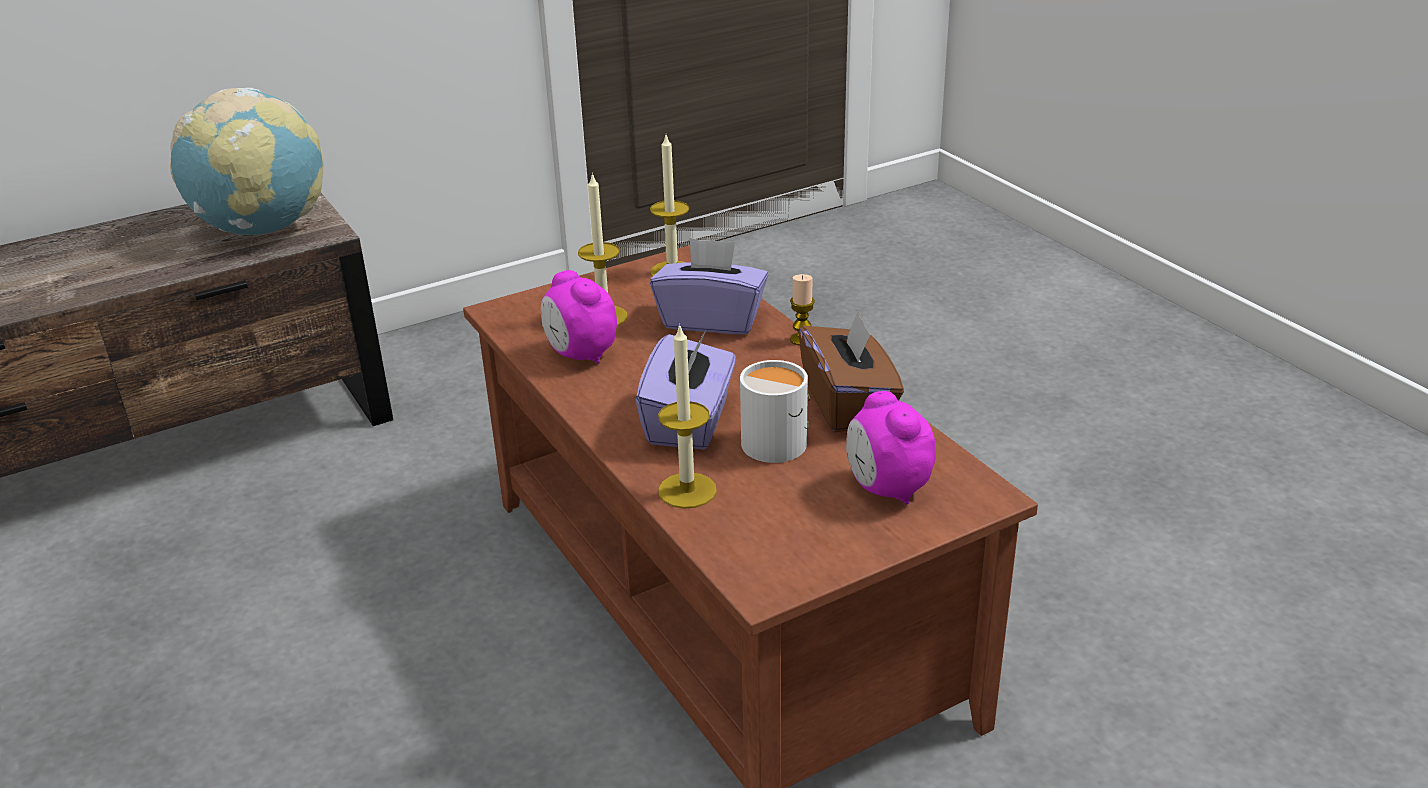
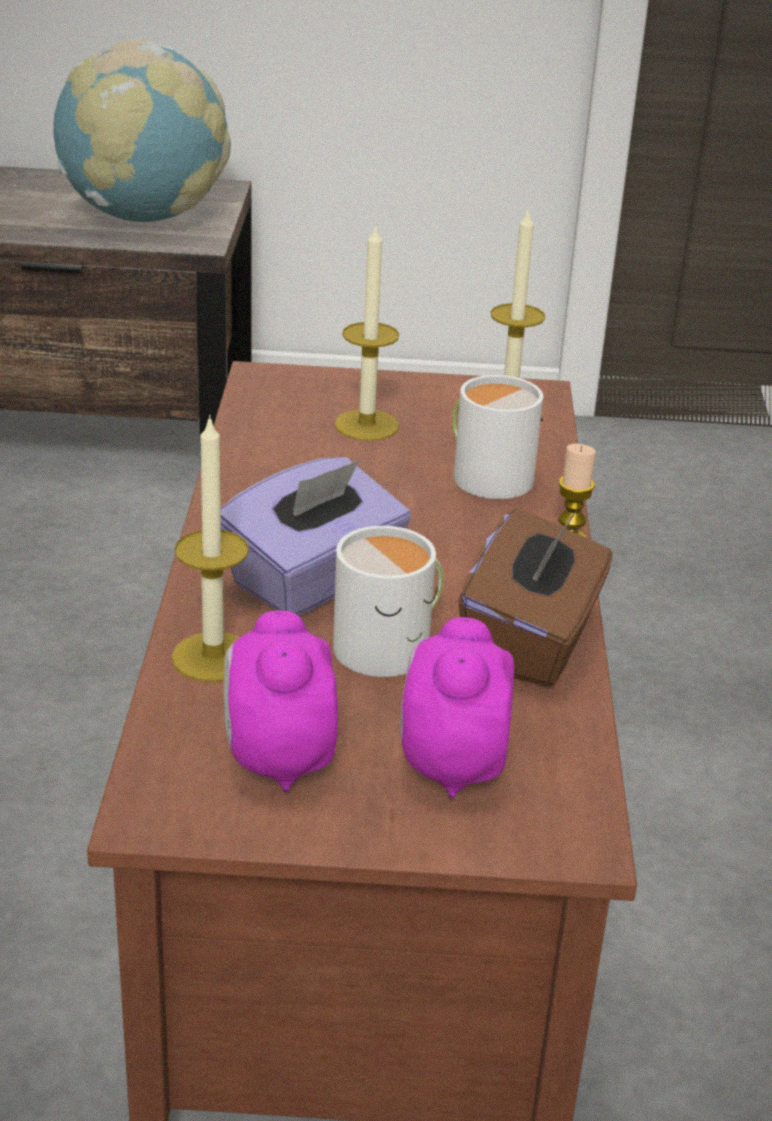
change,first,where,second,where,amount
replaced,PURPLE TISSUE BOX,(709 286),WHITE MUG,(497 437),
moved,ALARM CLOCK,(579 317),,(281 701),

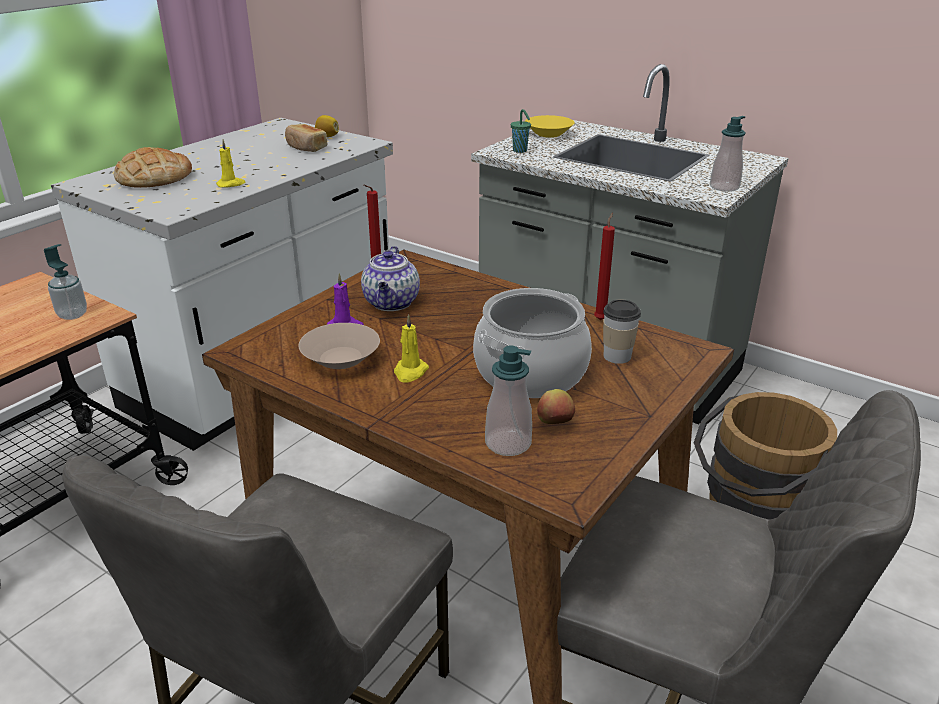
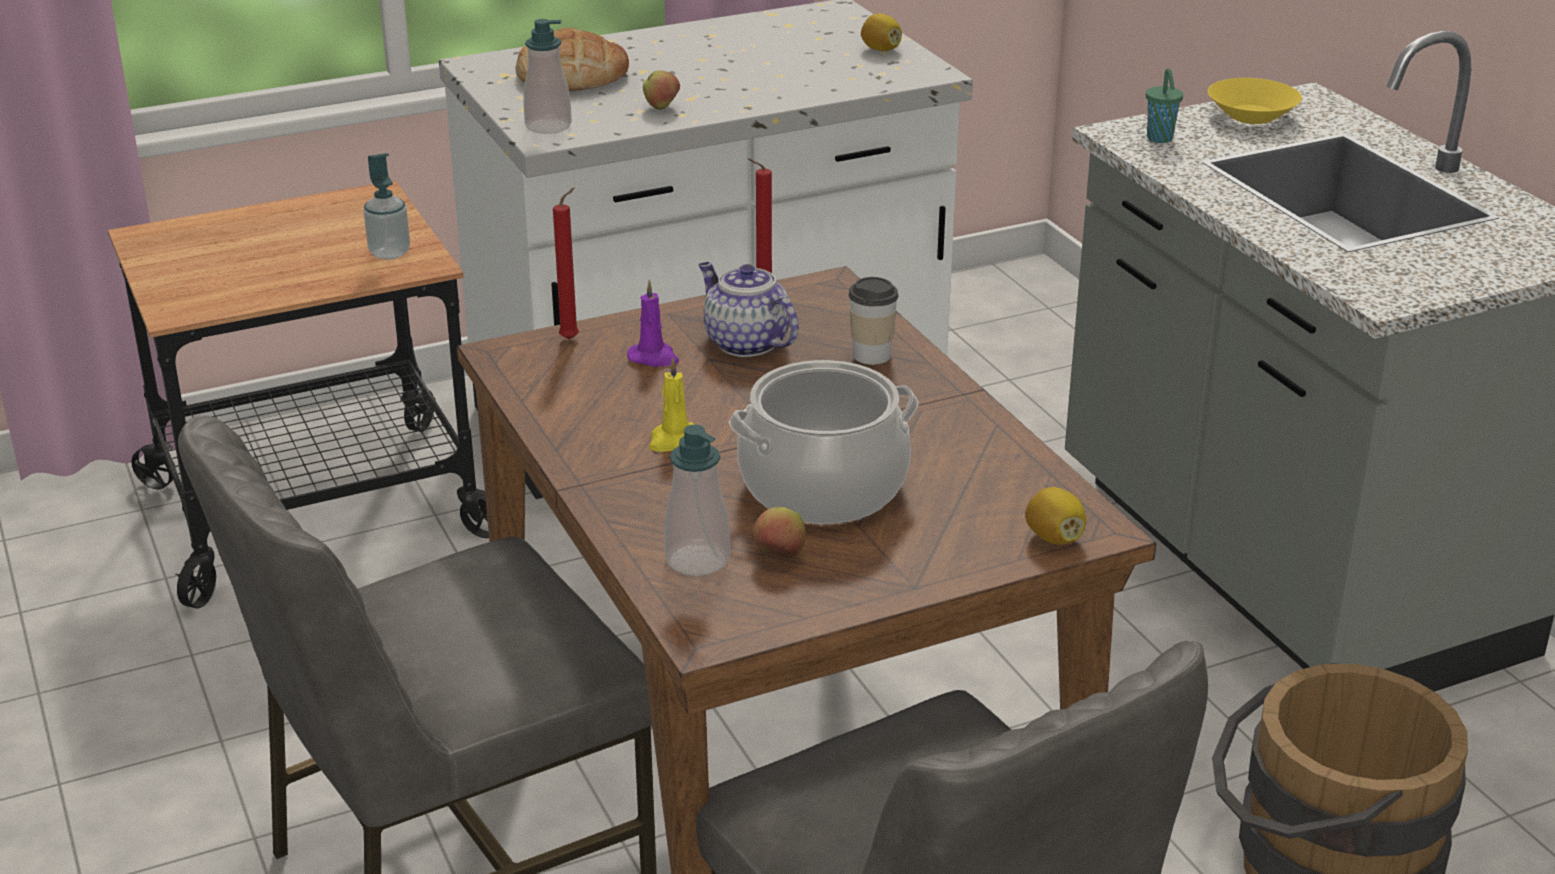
change,first,where,second,where,amount
moved,SOAP DISPENSER,(728 154),,(548 76),
removed,BREAD,(306 138),,,
replaced,YELLOW CANDLE,(230 163),APPLE,(661 90),
moved,RED CANDLE,(604 266),,(566 264),
turned,TEAPOT,(390 278),,(748 309),105 degrees clockwise
moved,CUP,(622 331),,(874 321),
removed,BEIGE BOWL,(339 346),,,
added,,,LEMON,(1056 516),

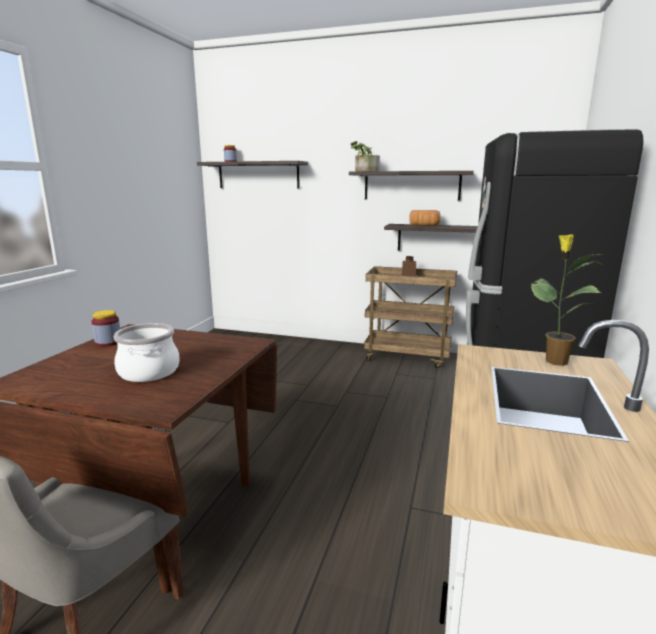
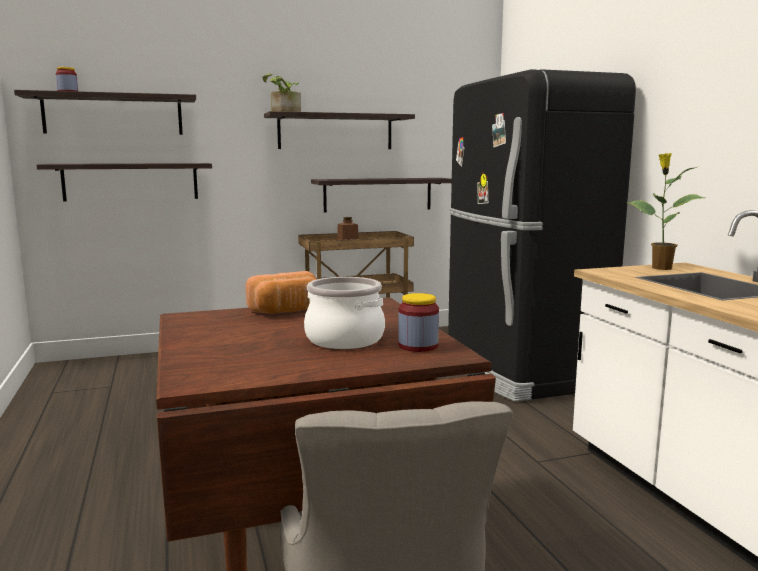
change,first,where,second,where,amount
moved,BREAD,(424 218),,(281 292),
moved,JAR,(106 328),,(418 322),
added,,,SHELF,(124 182),

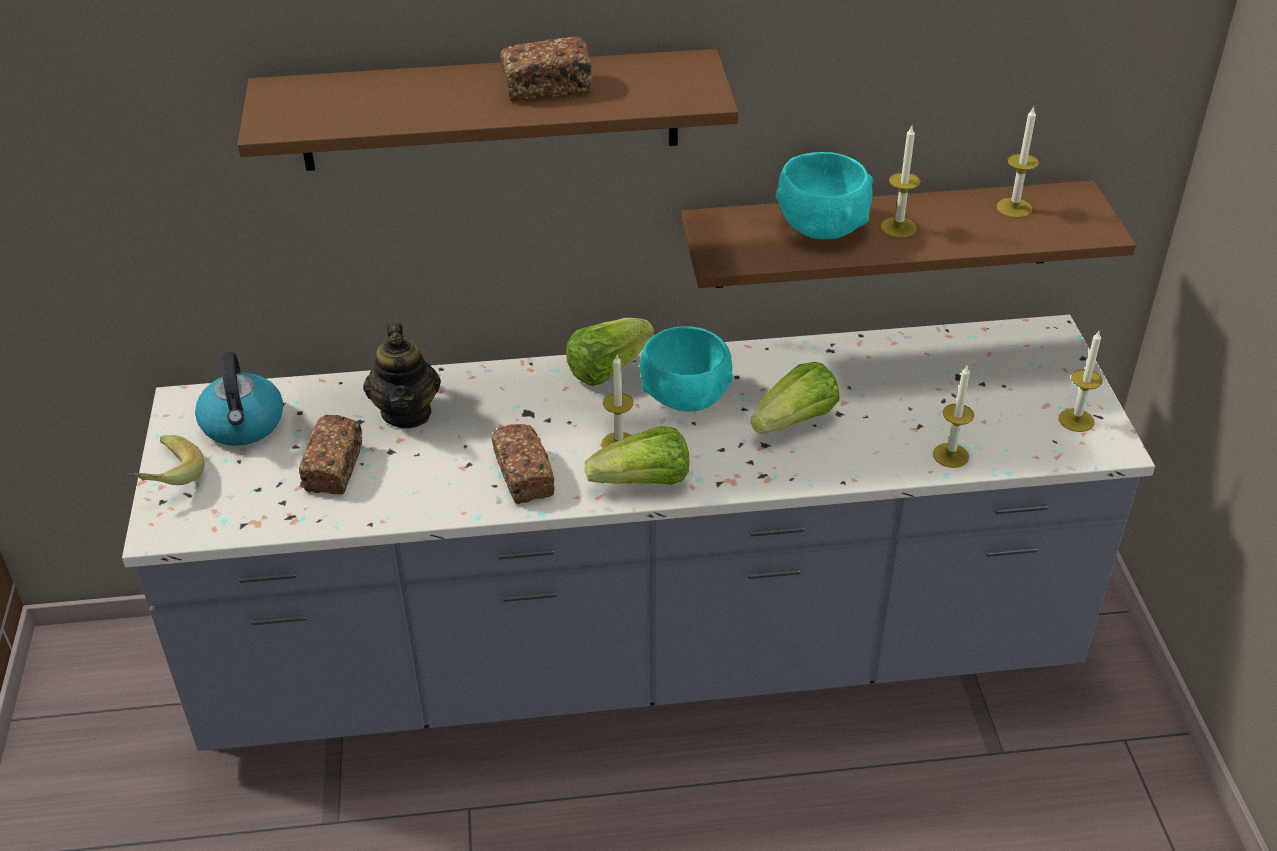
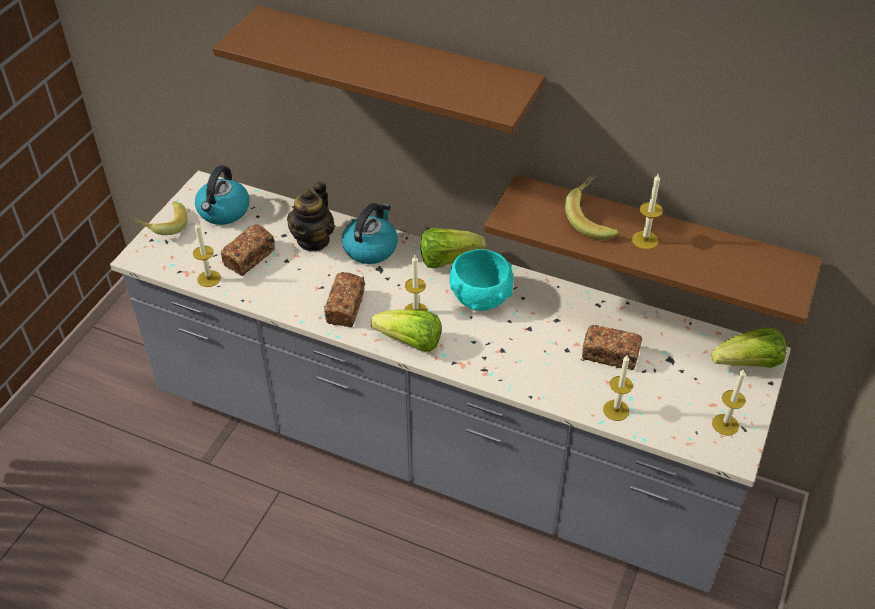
change,first,where,second,where,amount
moved,BREAD,(546 69),,(612 347),
moved,CANDLE,(1018 162),,(207 254),
replaced,TURQUOISE BOWL,(824 195),BANANA,(592 207),
moved,LETTUCE,(795 398),,(749 347),
added,,,KETTLE,(370 233),

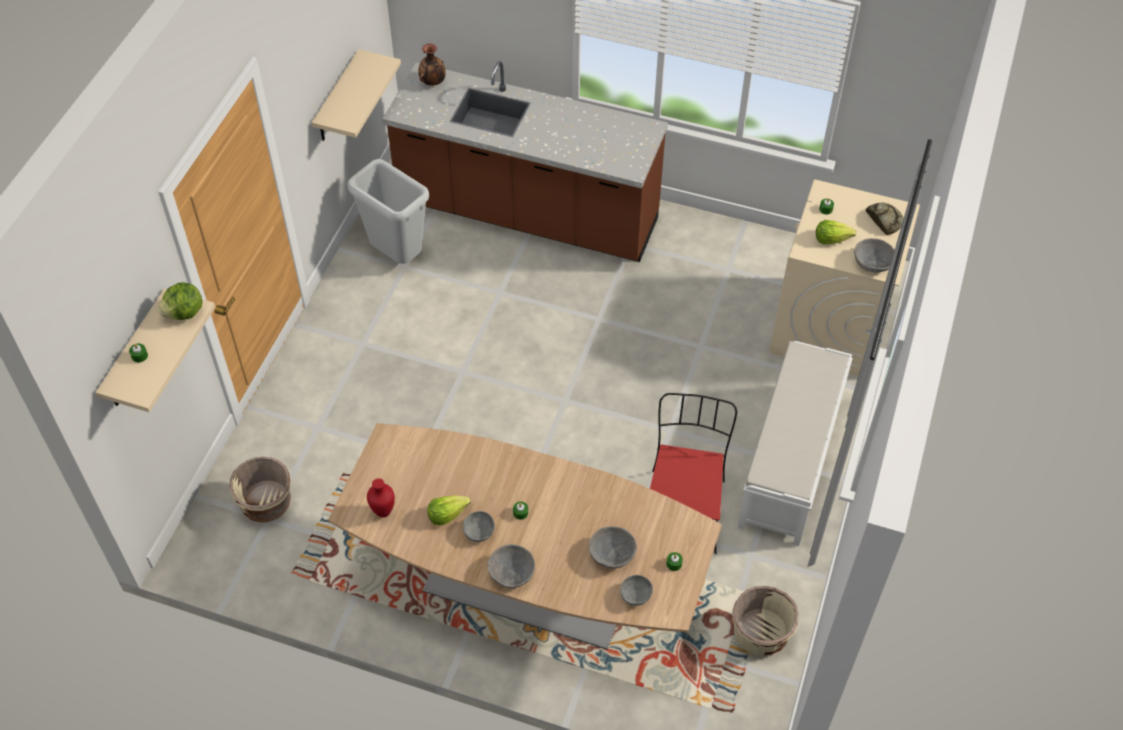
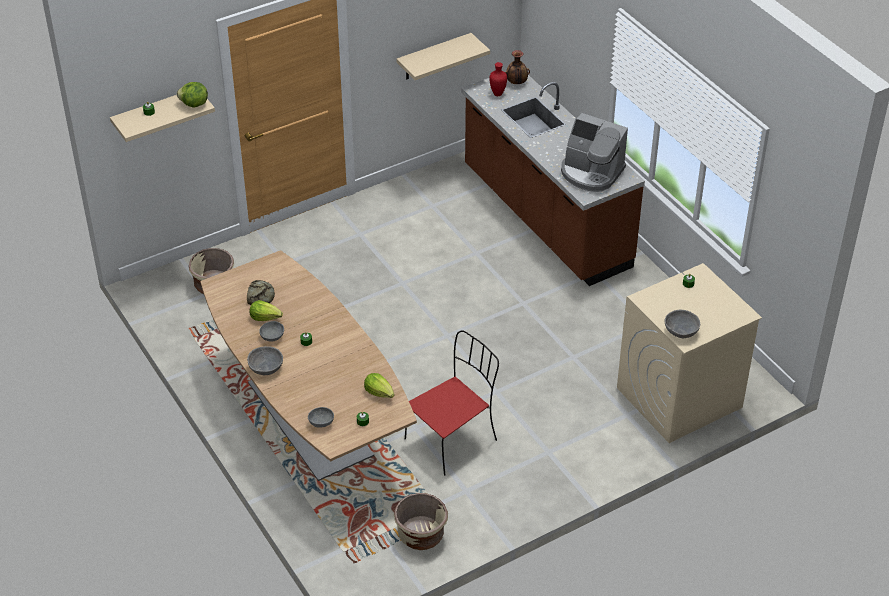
change,first,where,second,where,amount
removed,GREY TRASH CAN,(388 211),,,
moved,BREAD,(885 219),,(261 292),
moved,LETTUCE,(836 232),,(379 385),
removed,WHITE BENCH,(795 443),,,
moved,RED VASE,(381 498),,(498 79),
removed,GREY BOWL,(613 547),,,
added,,,COFFEE MACHINE,(594 152),

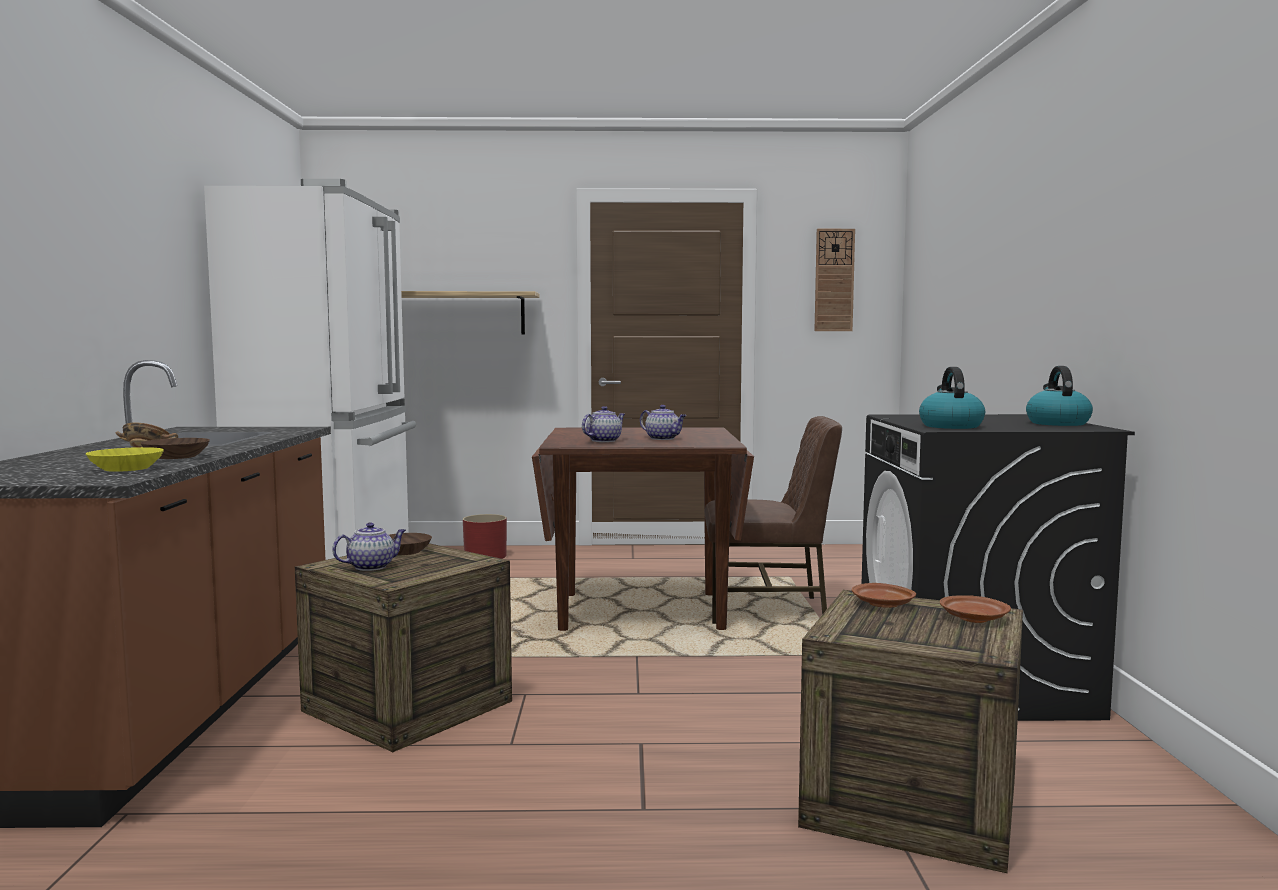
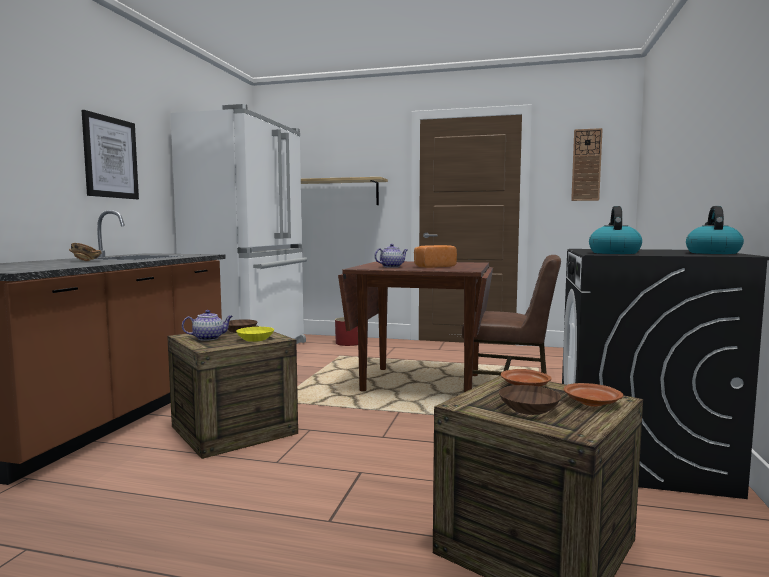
change,first,where,second,where,amount
replaced,TEAPOT,(663 422),BREAD,(435 256),
moved,BROWN BOWL,(175 448),,(530 400),
moved,YELLOW BOWL,(125 459),,(255 334),
added,,,PICTURE,(110 154),

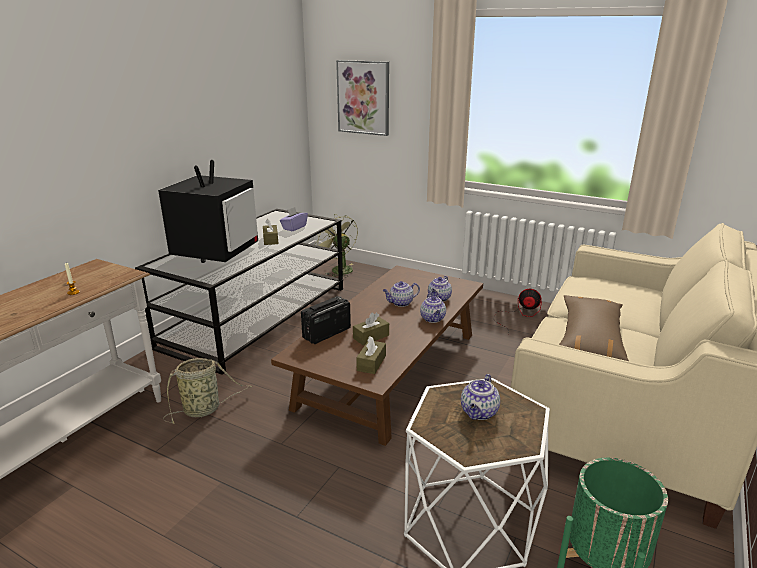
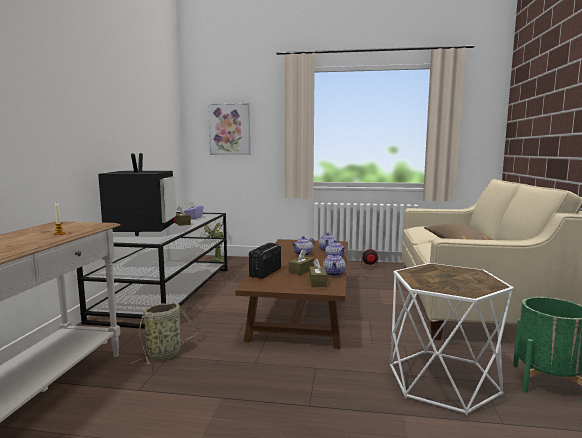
change,first,where,second,where,amount
moved,TEAPOT,(480 397),,(334 264),

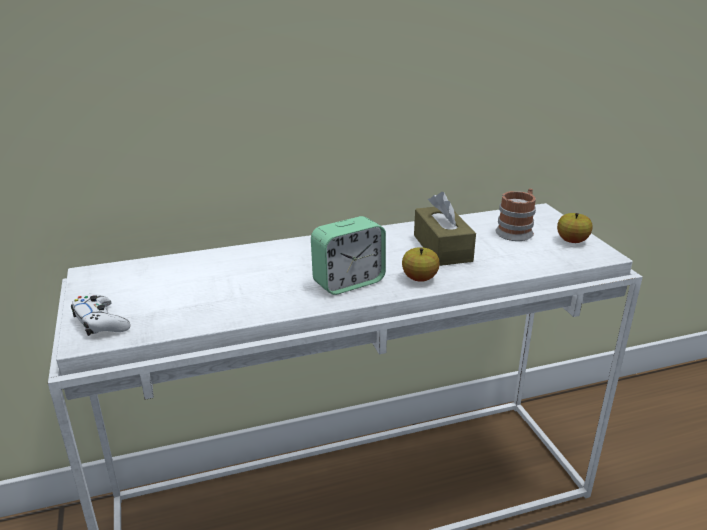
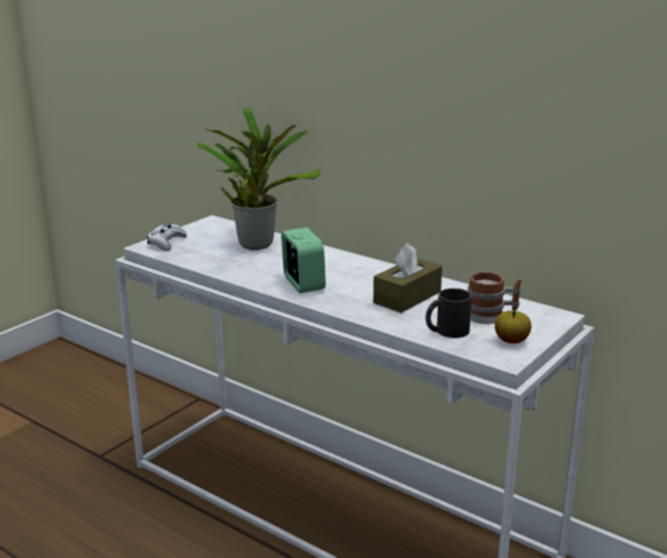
change,first,where,second,where,amount
turned,ALARM CLOCK,(348 255),,(303 260),135 degrees counterclockwise
removed,APPLE,(421 264),,,
added,,,POTTED PLANT,(258 178),
added,,,BLACK MUG,(449 313),

